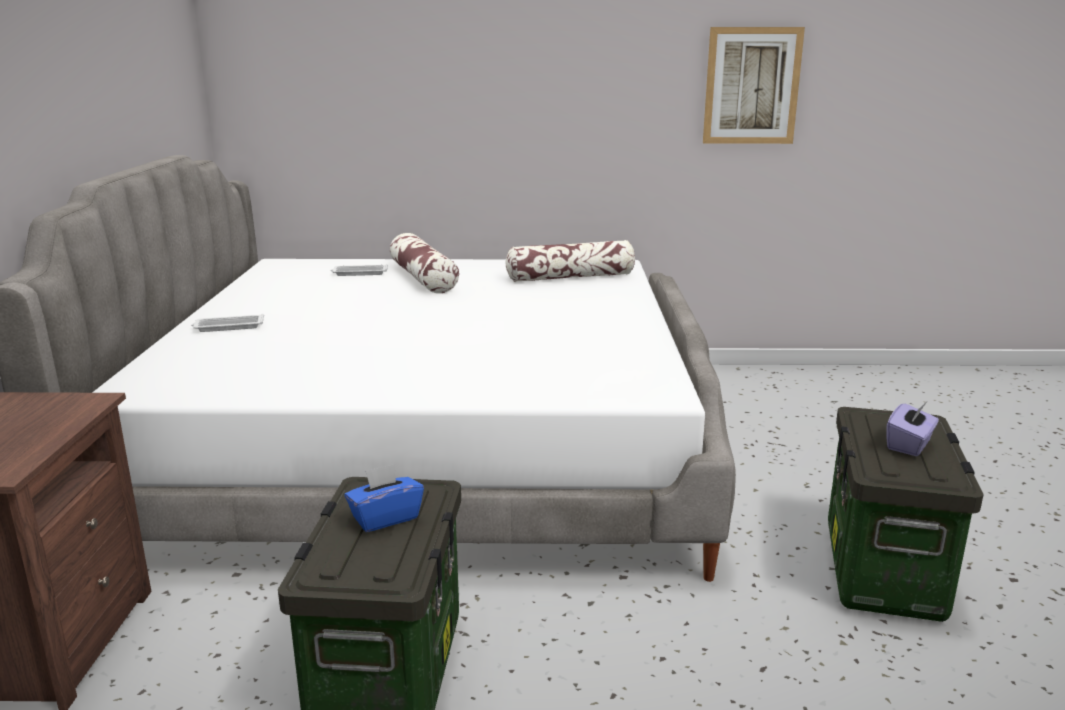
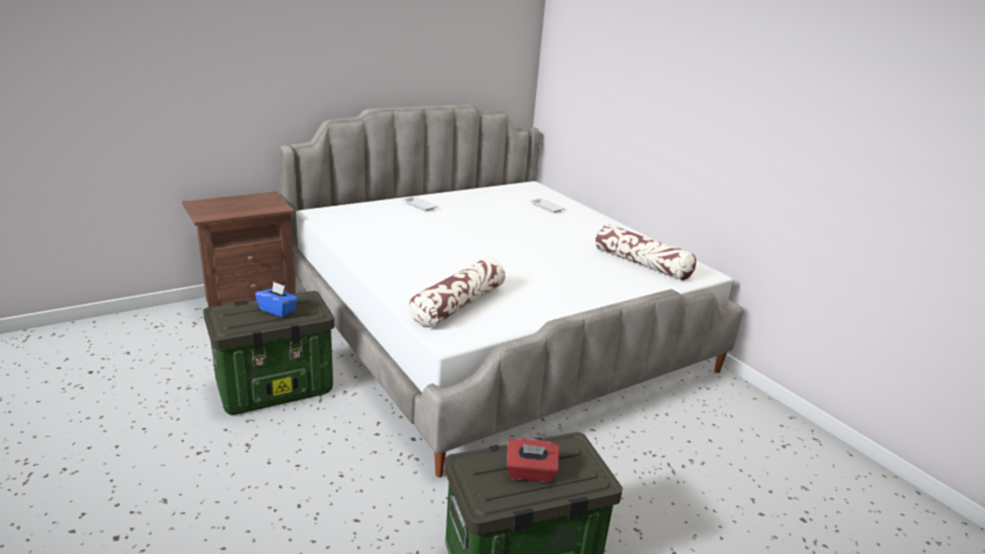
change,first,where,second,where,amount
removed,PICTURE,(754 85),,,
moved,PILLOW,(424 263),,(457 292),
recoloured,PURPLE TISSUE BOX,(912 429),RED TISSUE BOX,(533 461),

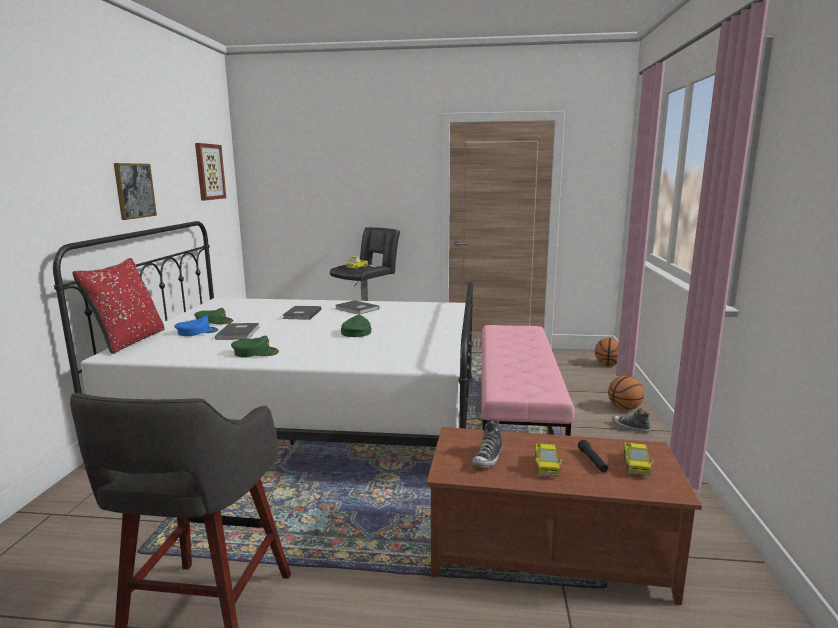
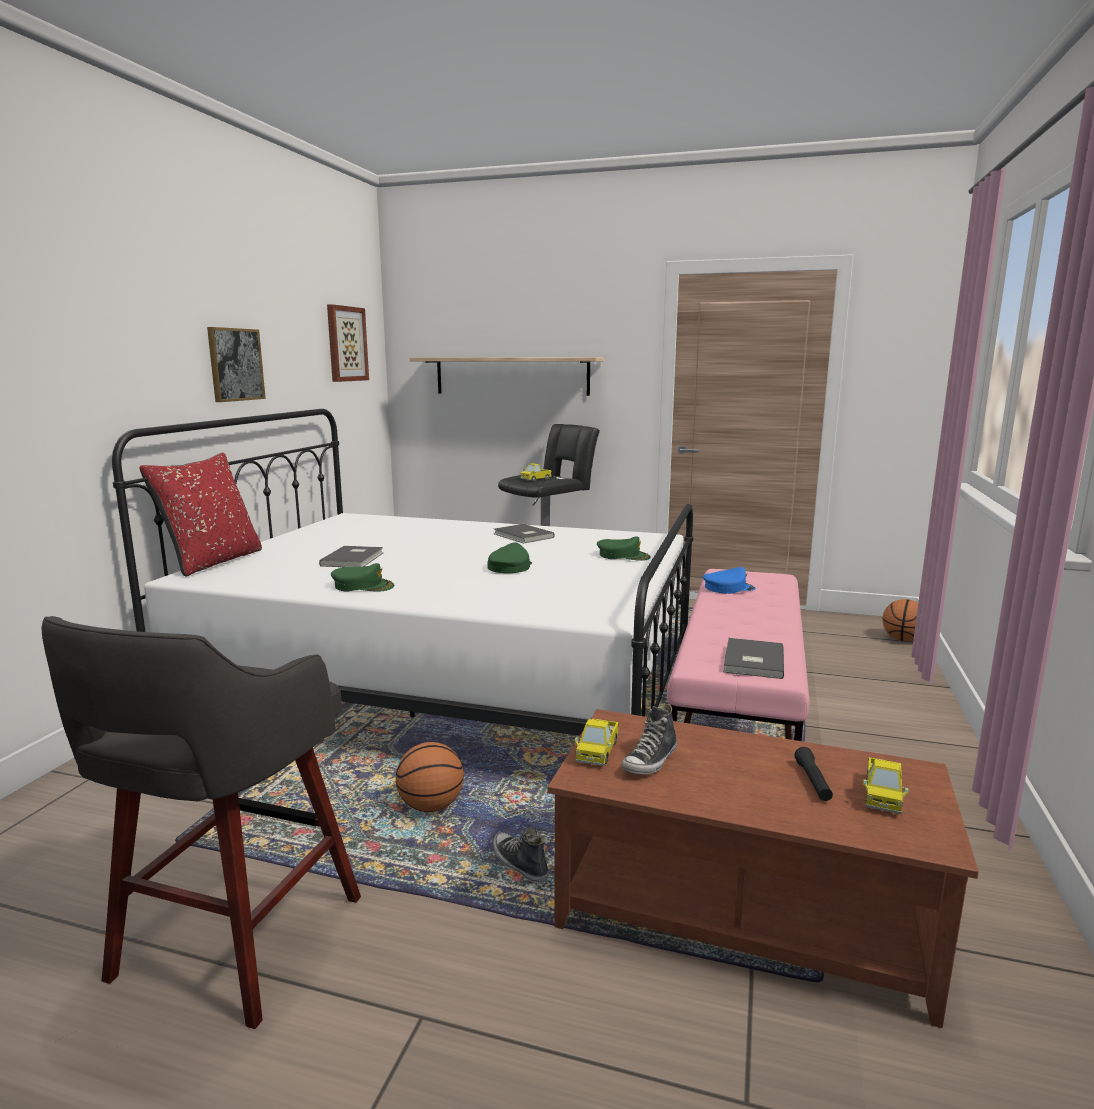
change,first,where,second,where,amount
moved,GREY BOOK,(302 313),,(754 658),
moved,GREEN CAP,(213 316),,(624 548),
moved,BLUE CAP,(196 326),,(729 580),
moved,BASKETBALL,(626 393),,(430 777),
moved,SHOE,(631 420),,(520 855),
moved,TOY TRUCK,(548 459),,(597 742),
added,,,SHELF,(506 376),

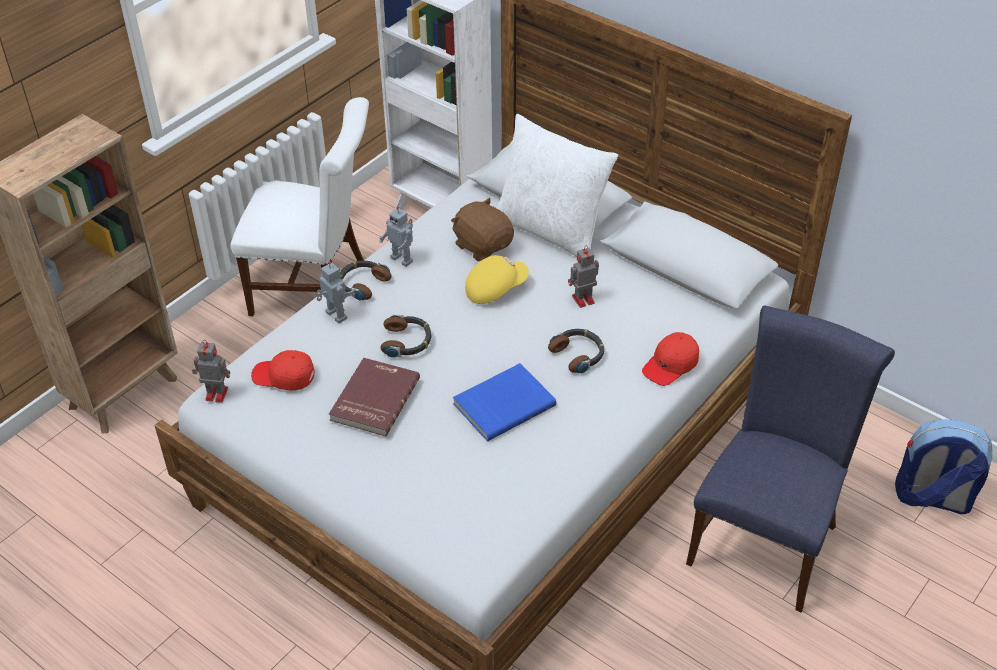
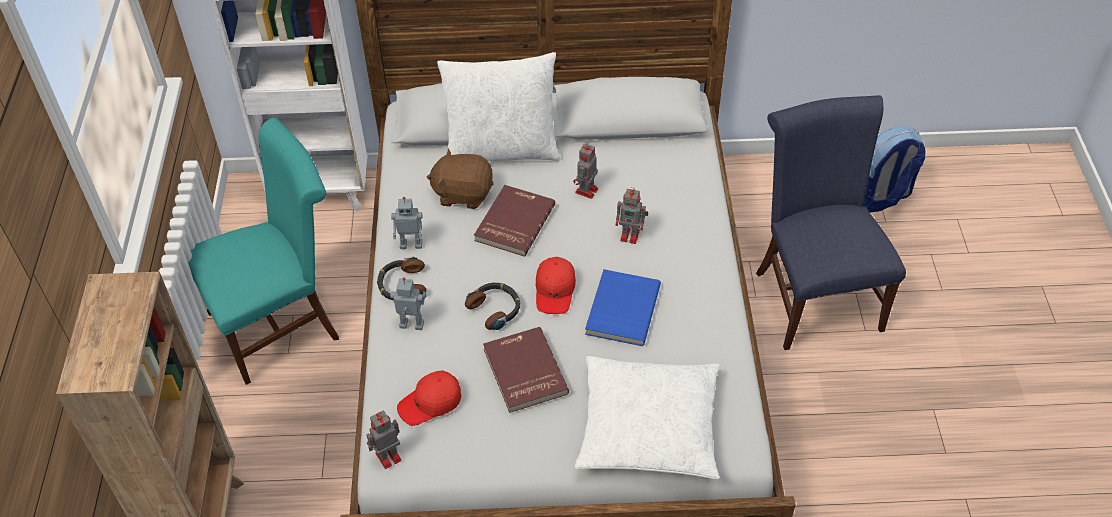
change,first,where,second,where,amount
recoloured,WHITE CHAIR,(300 207),TURQUOISE CHAIR,(263 251),
replaced,YELLOW CAP,(497 279),RED BOOK,(514 221),
replaced,HEADPHONES,(576 351),TOY ROBOT,(632 215),
moved,RED CAP,(670 359),,(556 285),
added,,,WHITE PILLOW,(647 417),

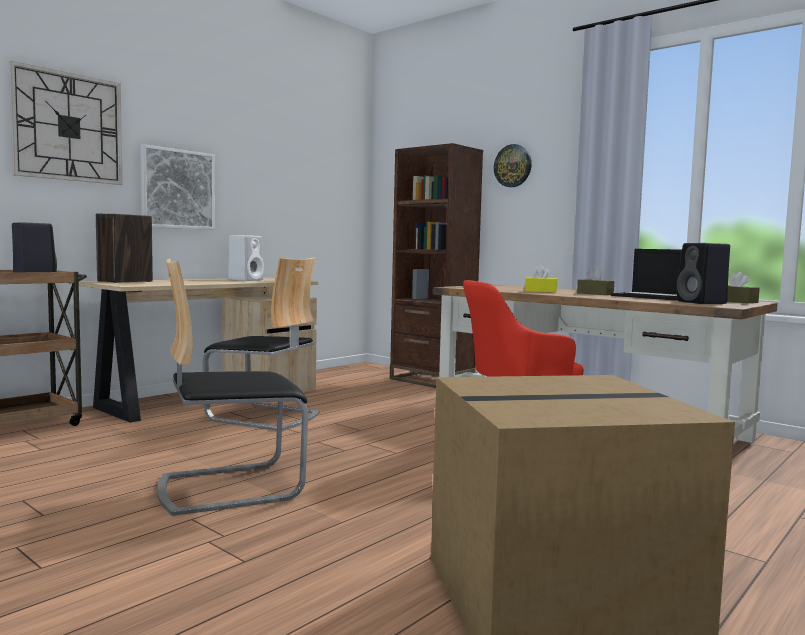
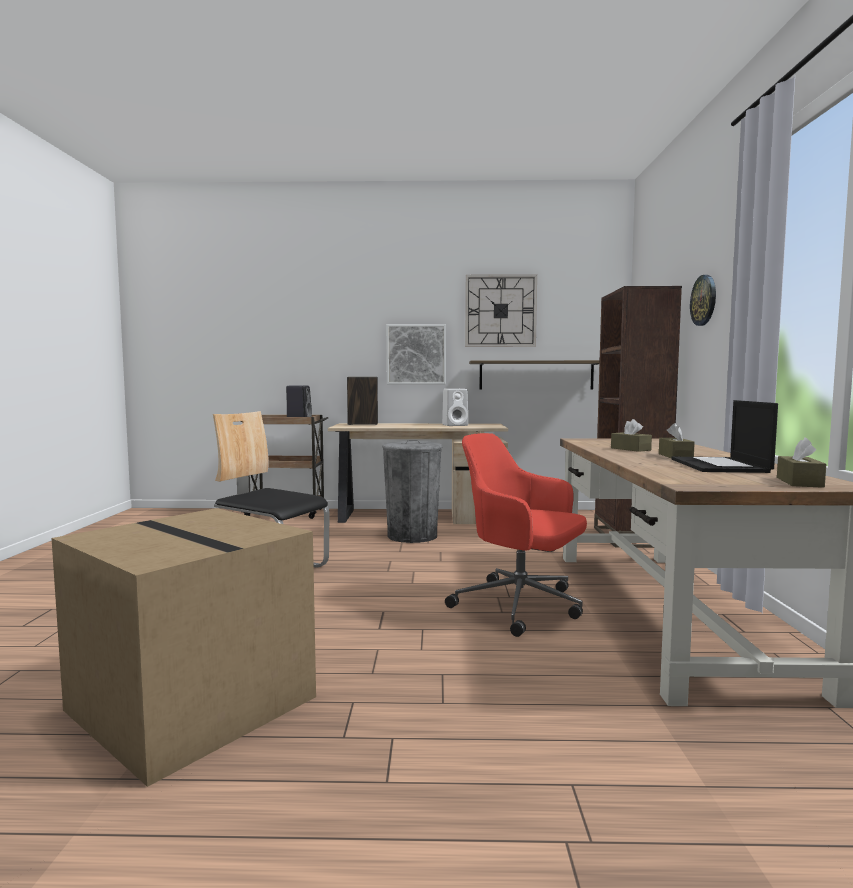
change,first,where,second,where,amount
moved,WALL CLOCK,(66 123),,(501 310),
removed,BLACK SPEAKER,(703 273),,,
replaced,CHAIR,(261 343),GREY TRASH CAN,(412 491),
recoloured,YELLOW TISSUE BOX,(541 279),BROWN TISSUE BOX,(631 435),
added,,,SHELF,(534 374),

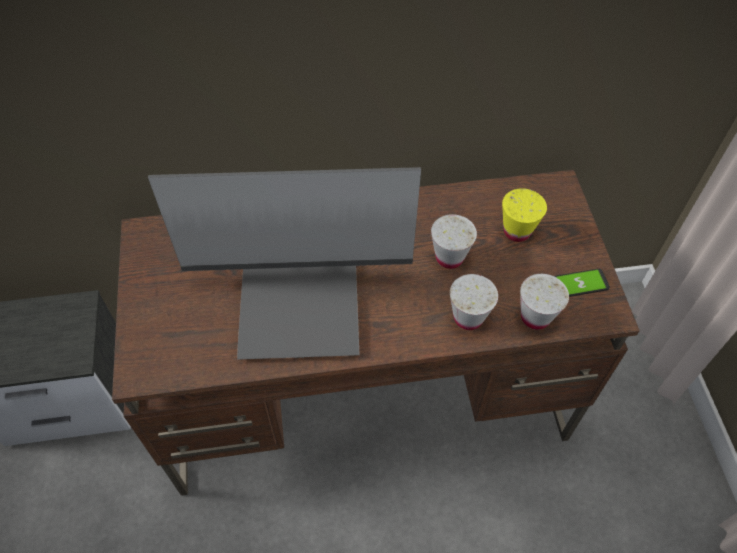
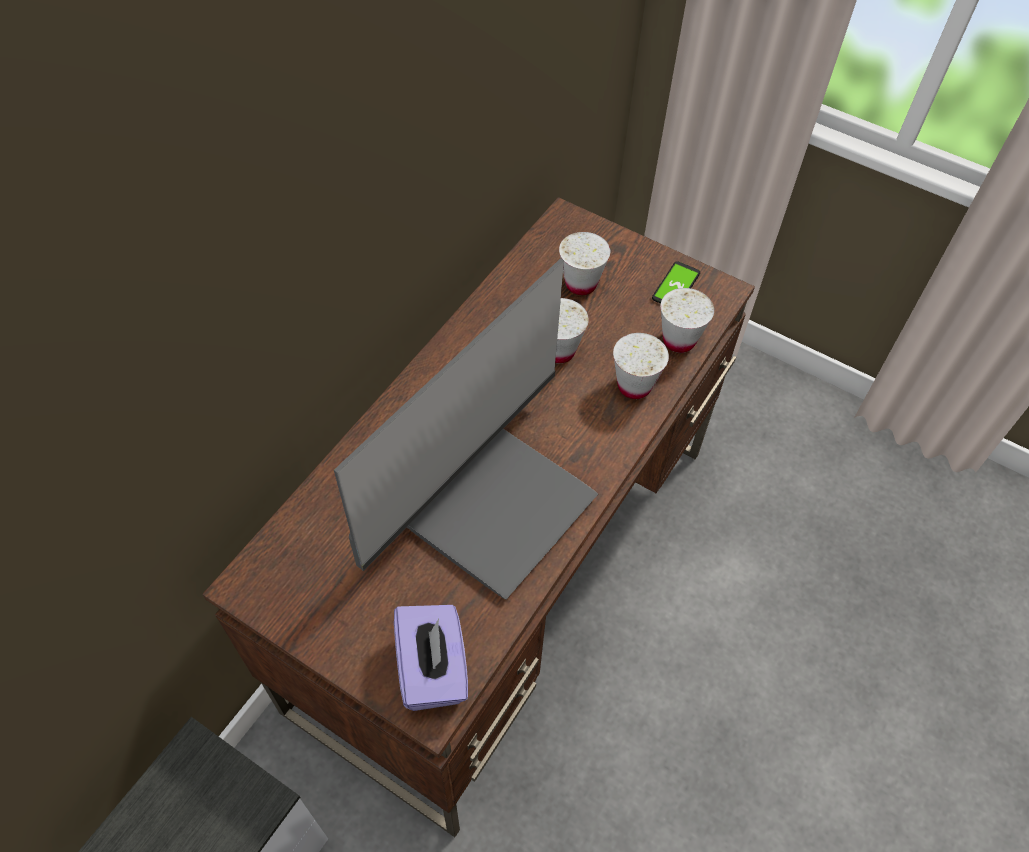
change,first,where,second,where,amount
recoloured,YELLOW CUP,(524 215),WHITE CUP,(584 263),
added,,,PURPLE TISSUE BOX,(431 658),

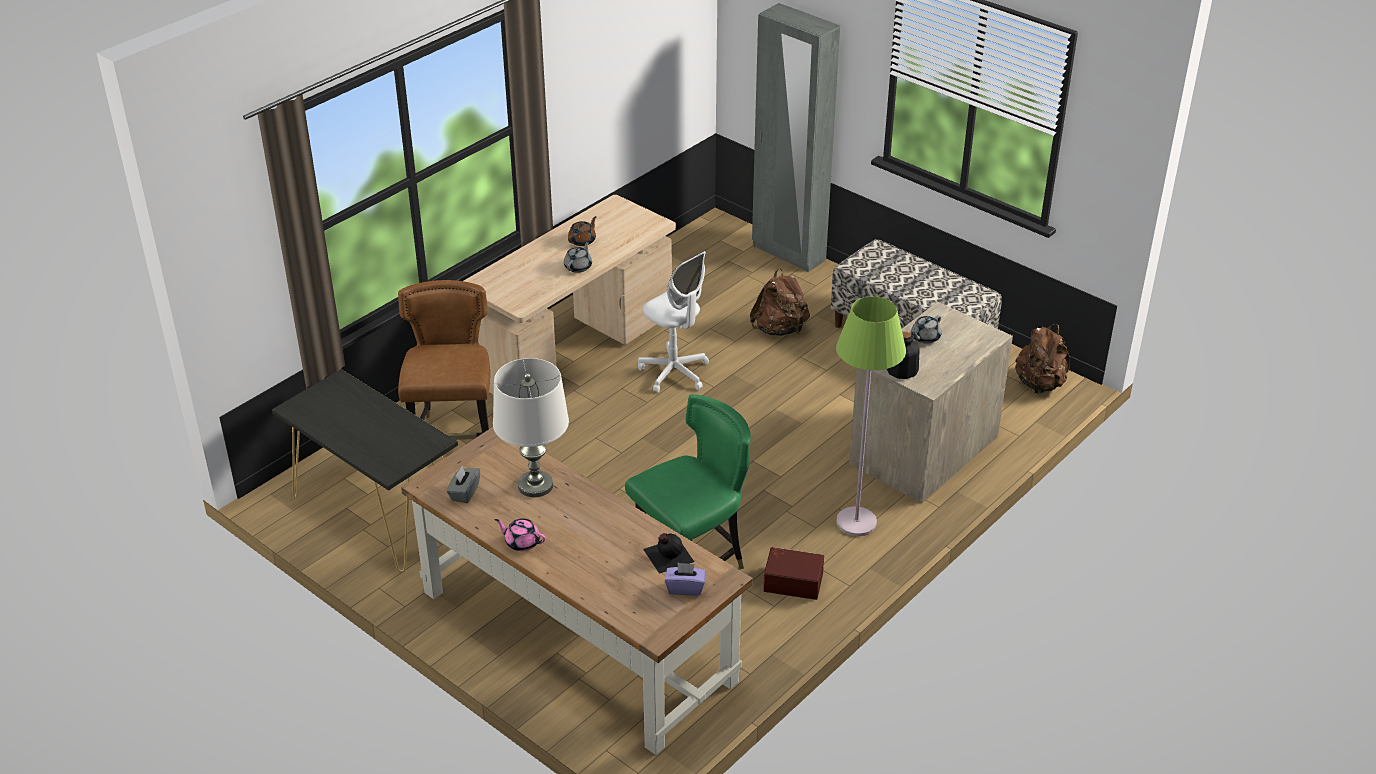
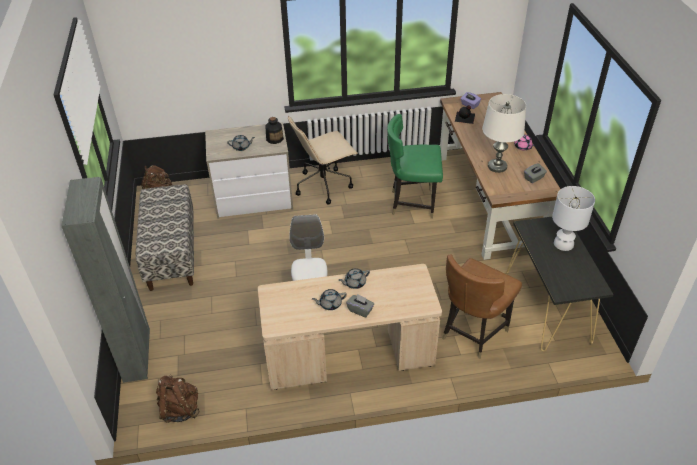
change,first,where,second,where,amount
recoloured,BROWN TEAPOT,(582 231),GREY TEAPOT,(329 299),
moved,BROWN BACKPACK,(780 302),,(177 399),
replaced,GREEN FLOOR LAMP,(871 416),BEIGE OFFICE CHAIR,(323 160),
removed,BROWN STORAGE BOX,(793 573),,,
added,,,WHITE TABLE LAMP,(573 218),
added,,,GREY TISSUE BOX,(360 306),

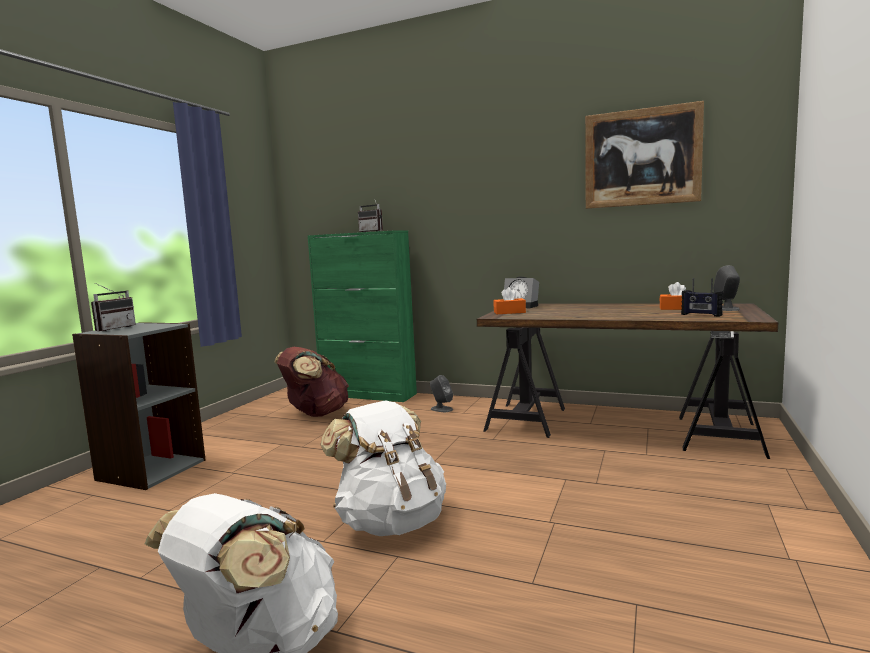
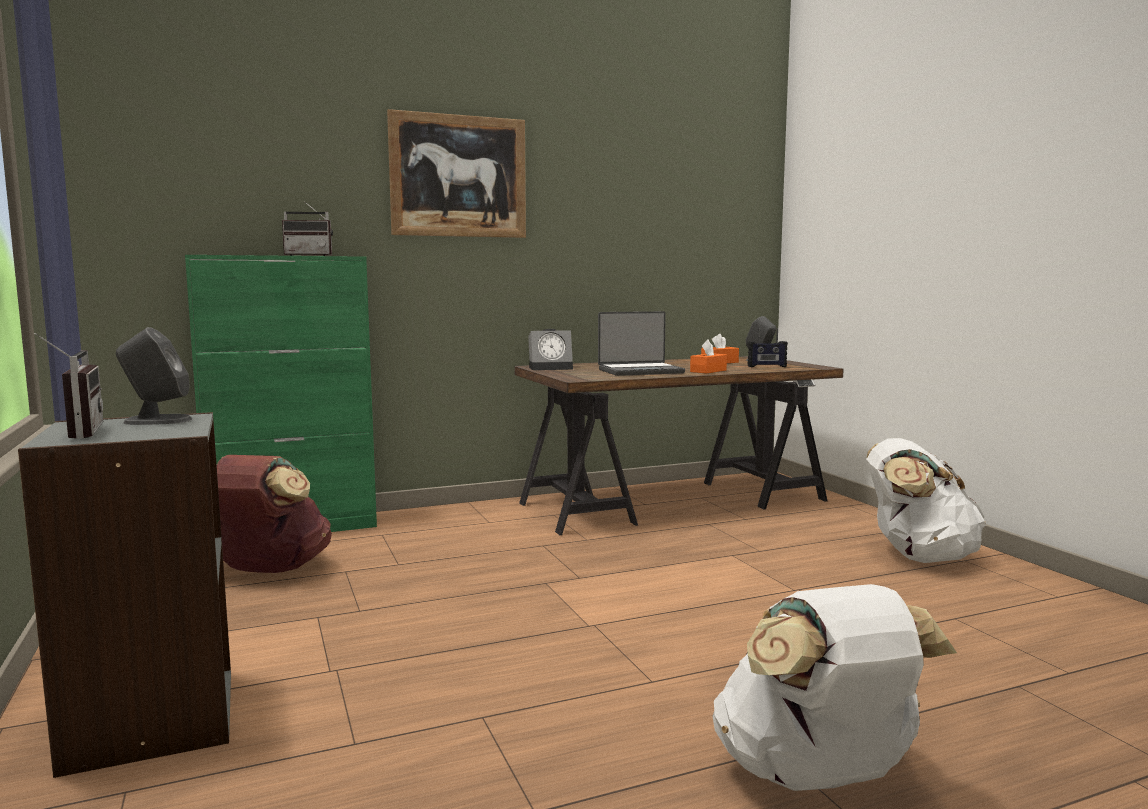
change,first,where,second,where,amount
moved,PICTURE,(644 155),,(456 173),
moved,ORANGE TISSUE BOX,(510 300),,(708 357),
moved,GREY SPEAKER,(441 393),,(154 376),
moved,WHITE BACKPACK,(383 468),,(926 500),
added,,,LAPTOP,(641 343),

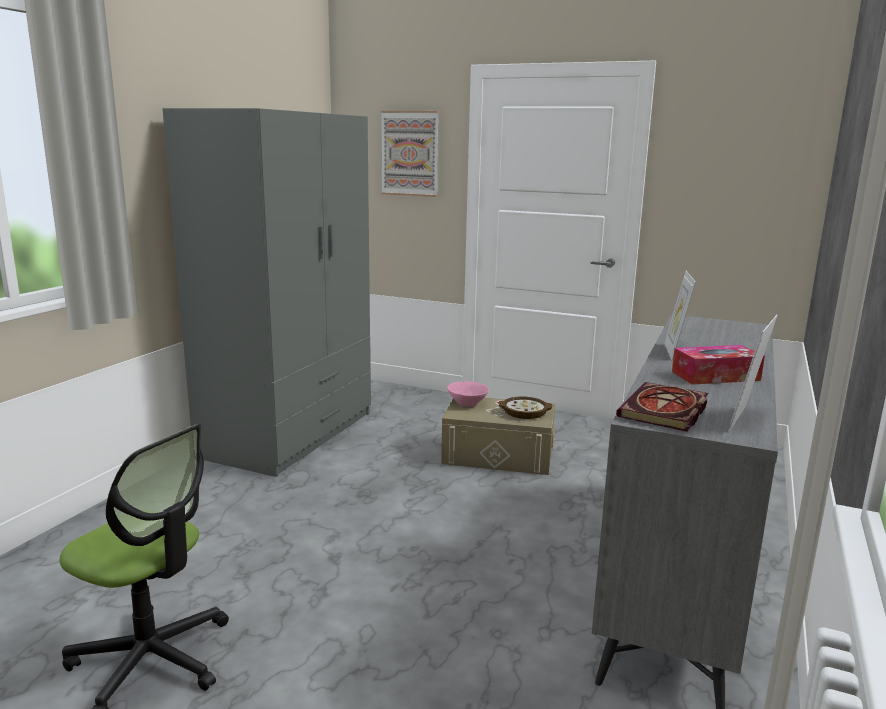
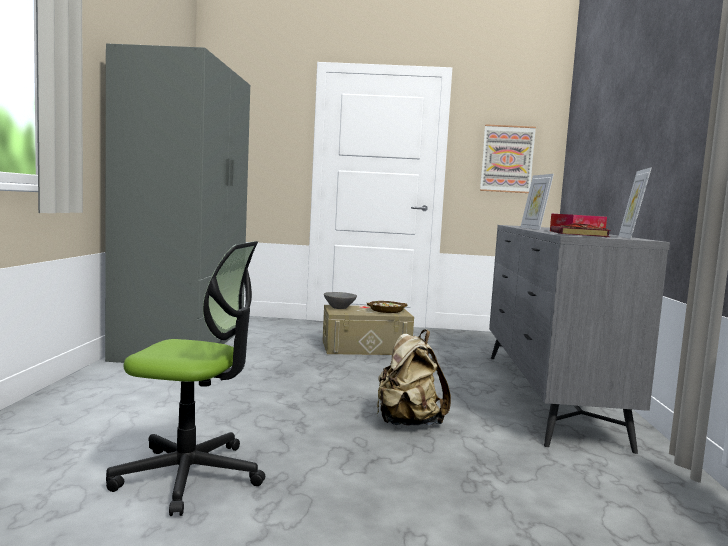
change,first,where,second,where,amount
moved,PICTURE,(410 154),,(508 158),
recoloured,PINK BOWL,(468 394),GREY BOWL,(340 300),
added,,,BEIGE BACKPACK,(414 377),

